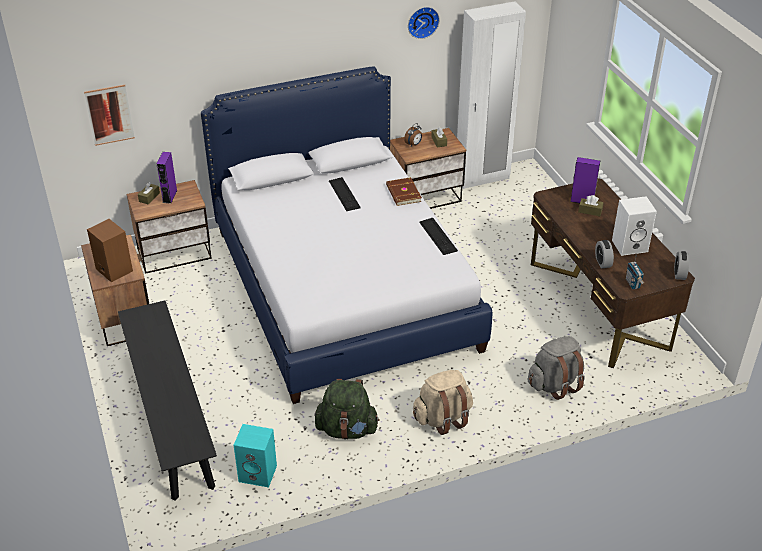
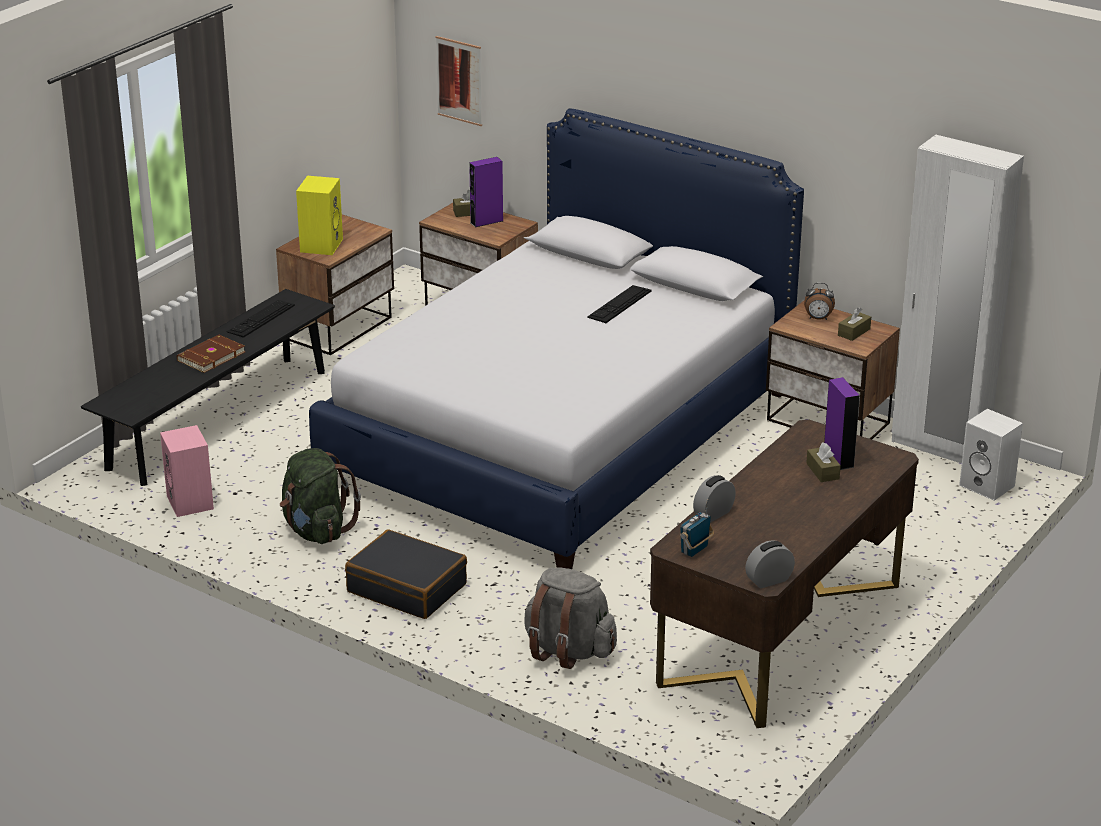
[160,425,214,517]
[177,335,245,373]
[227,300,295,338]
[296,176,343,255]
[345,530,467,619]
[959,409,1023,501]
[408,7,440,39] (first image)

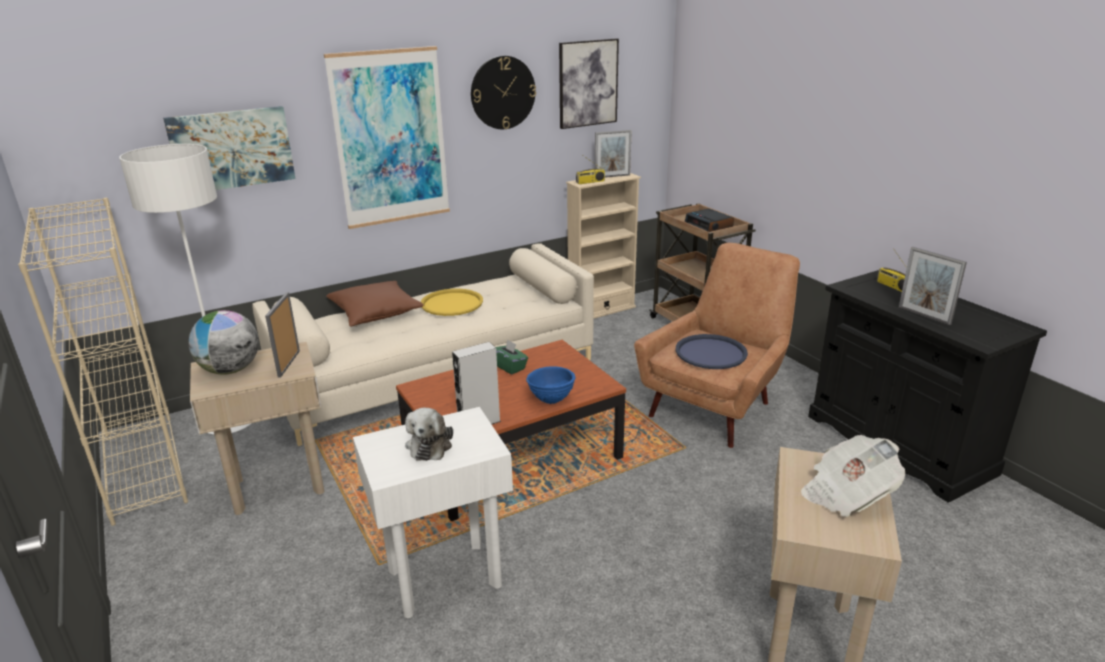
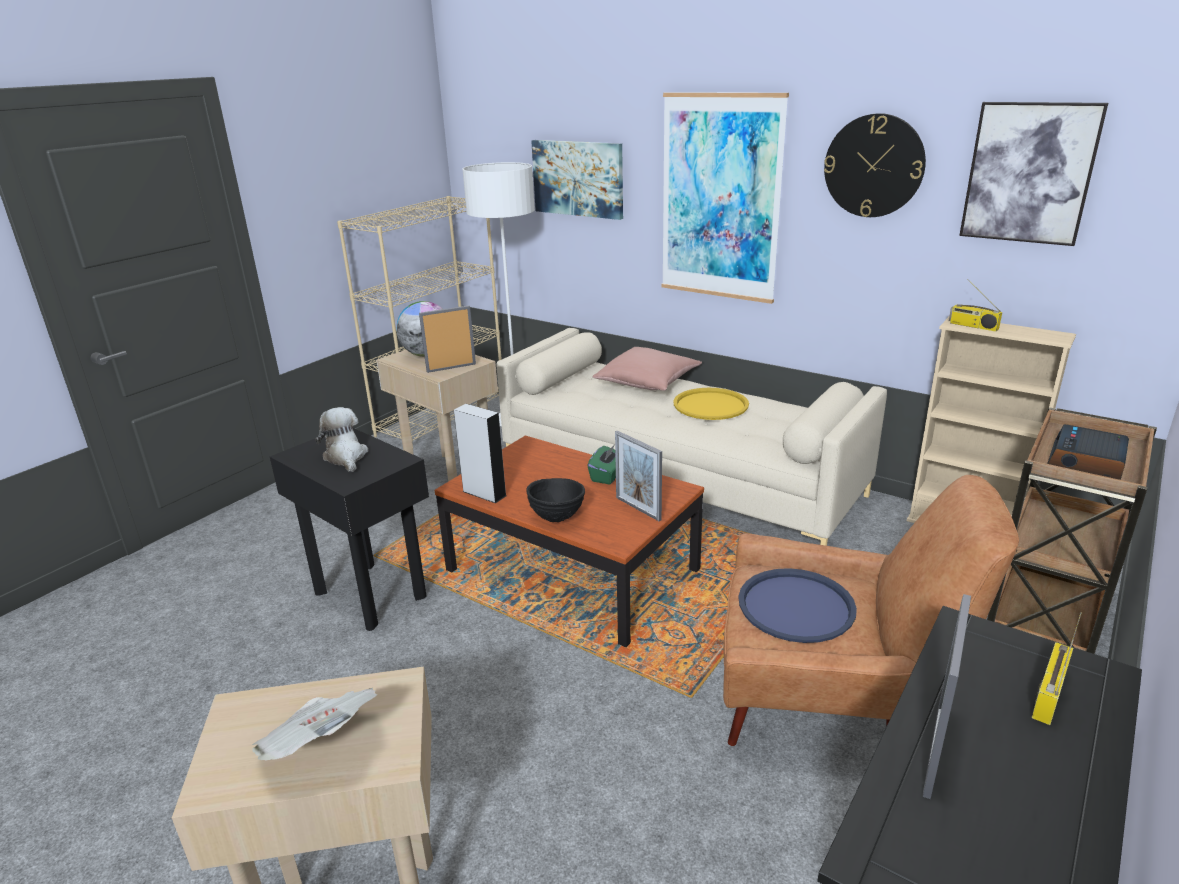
[270,428,429,631]
[315,407,368,472]
[526,478,585,522]
[592,347,702,391]
[615,431,662,521]

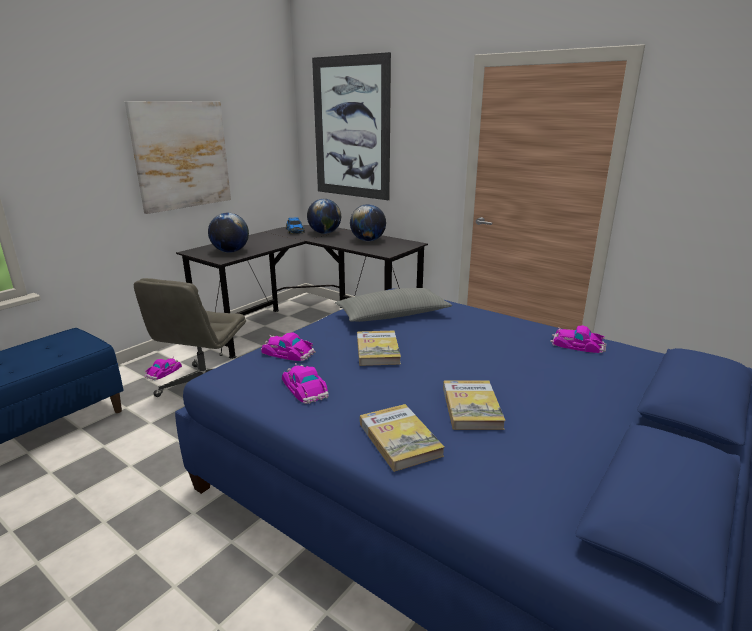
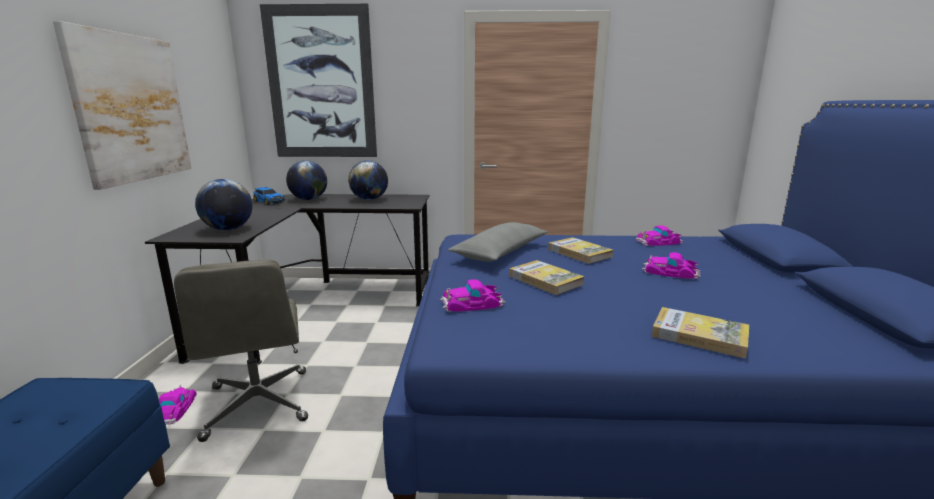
[548,237,613,264]
[642,252,701,279]

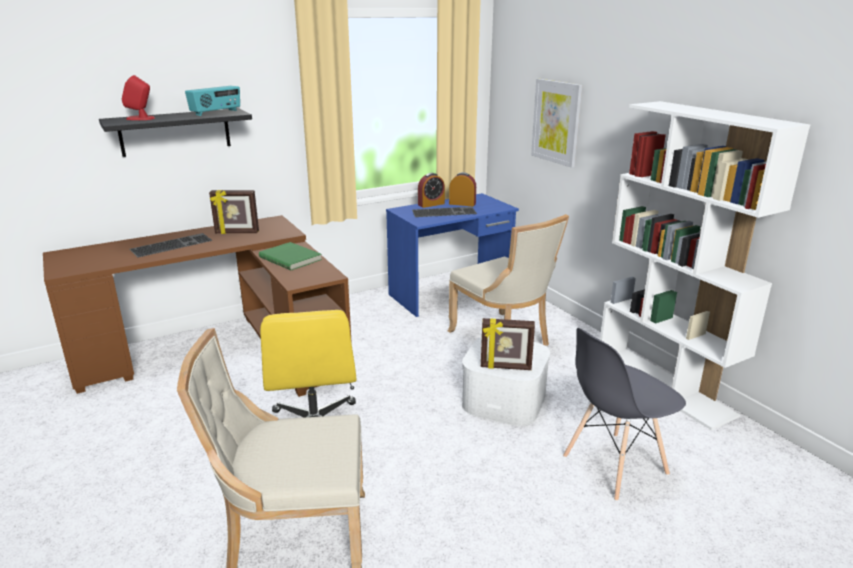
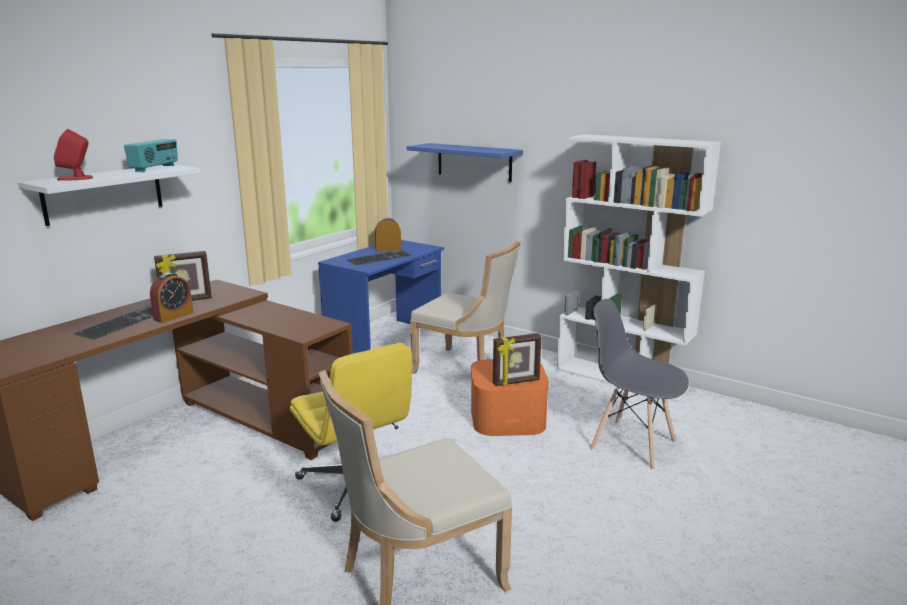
[18,165,201,226]
[150,273,193,323]
[407,143,523,182]
[471,359,549,436]
[590,299,689,470]
[259,242,322,270] (first image)

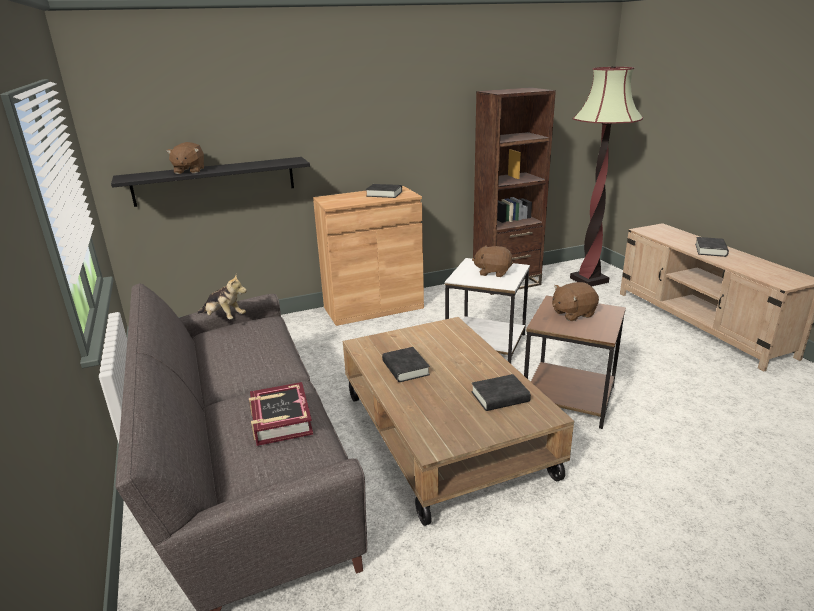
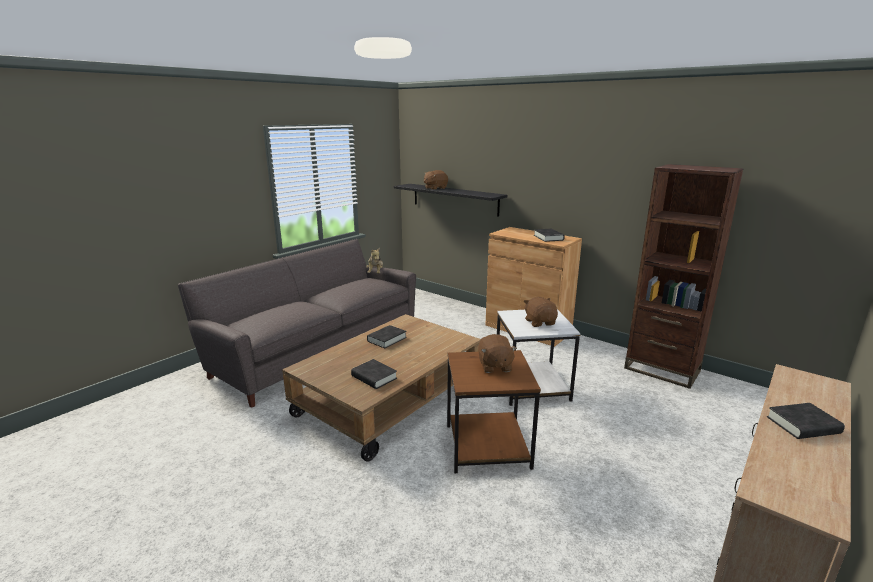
[478,334,517,373]
[249,382,313,446] (first image)
[570,67,643,287] (first image)

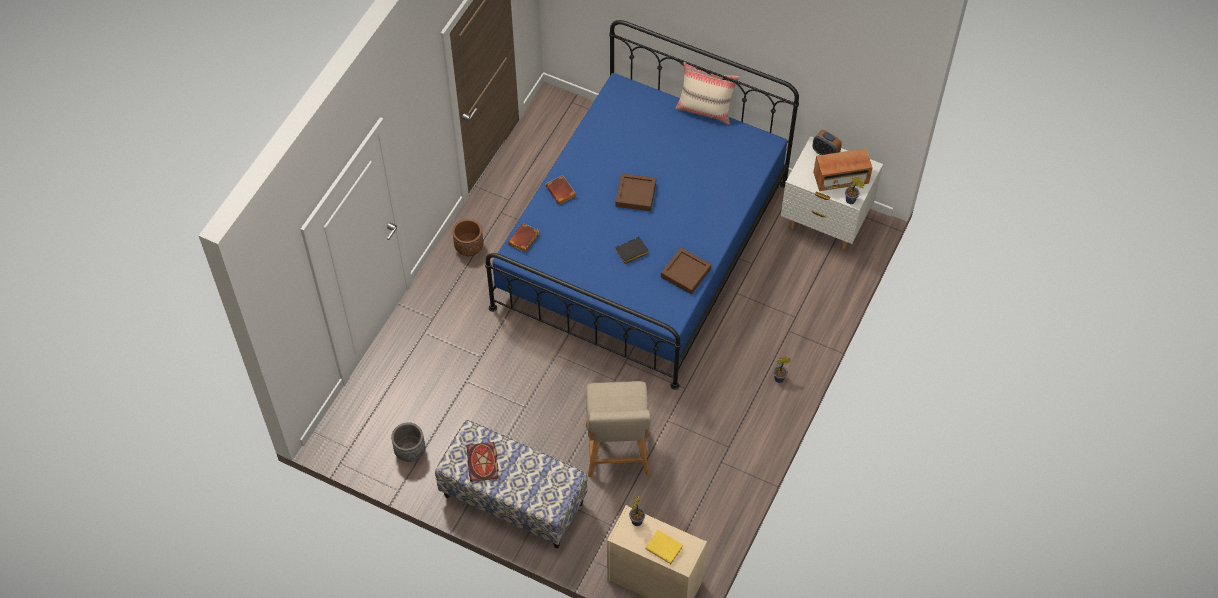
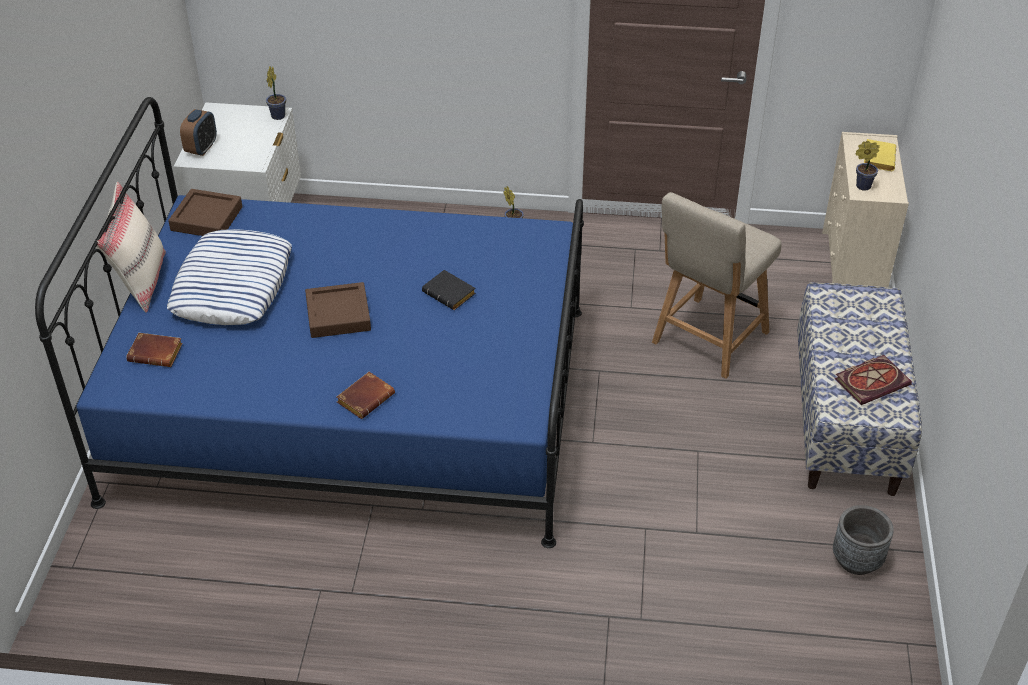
[126,333,183,367]
[167,229,292,325]
[168,189,243,236]
[652,192,782,379]
[453,219,483,256] (first image)
[813,148,873,191] (first image)

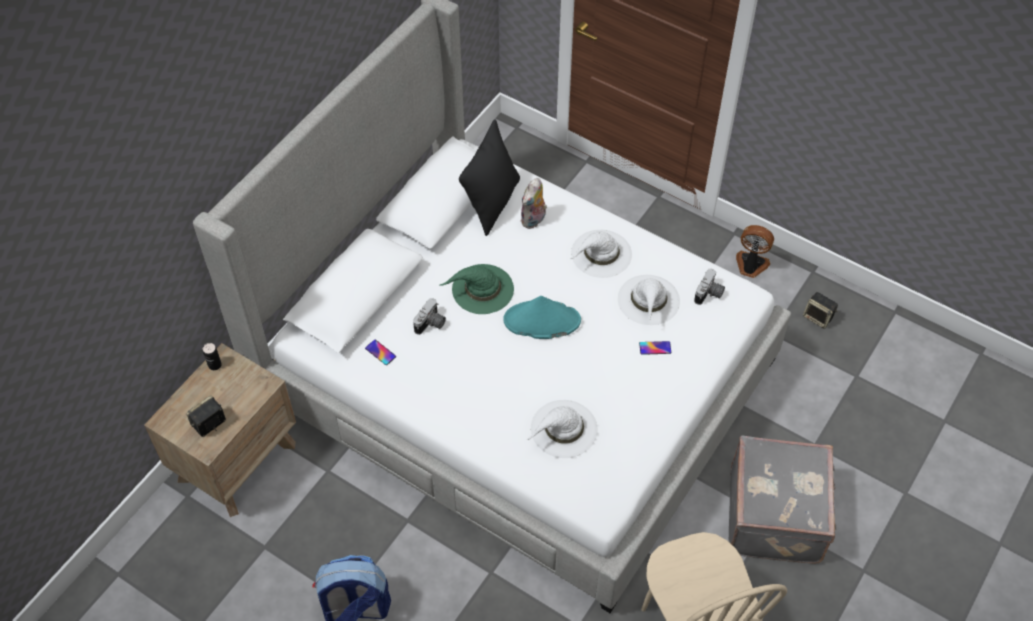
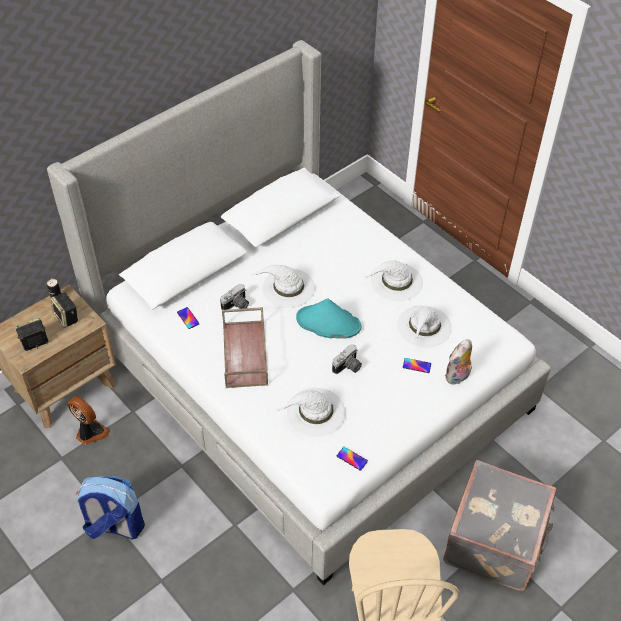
[51,292,78,328]
[67,396,110,445]
[222,307,268,388]
[250,265,315,308]
[332,344,362,374]
[337,447,368,471]
[445,339,472,385]
[459,119,520,236] (first image)

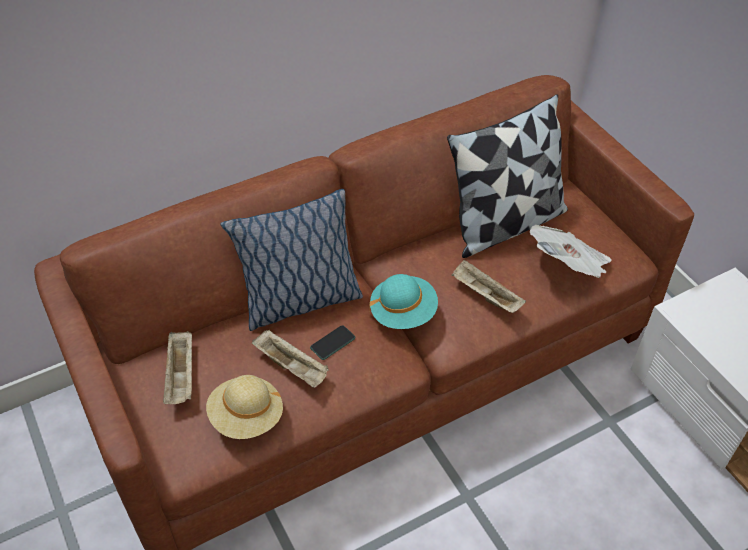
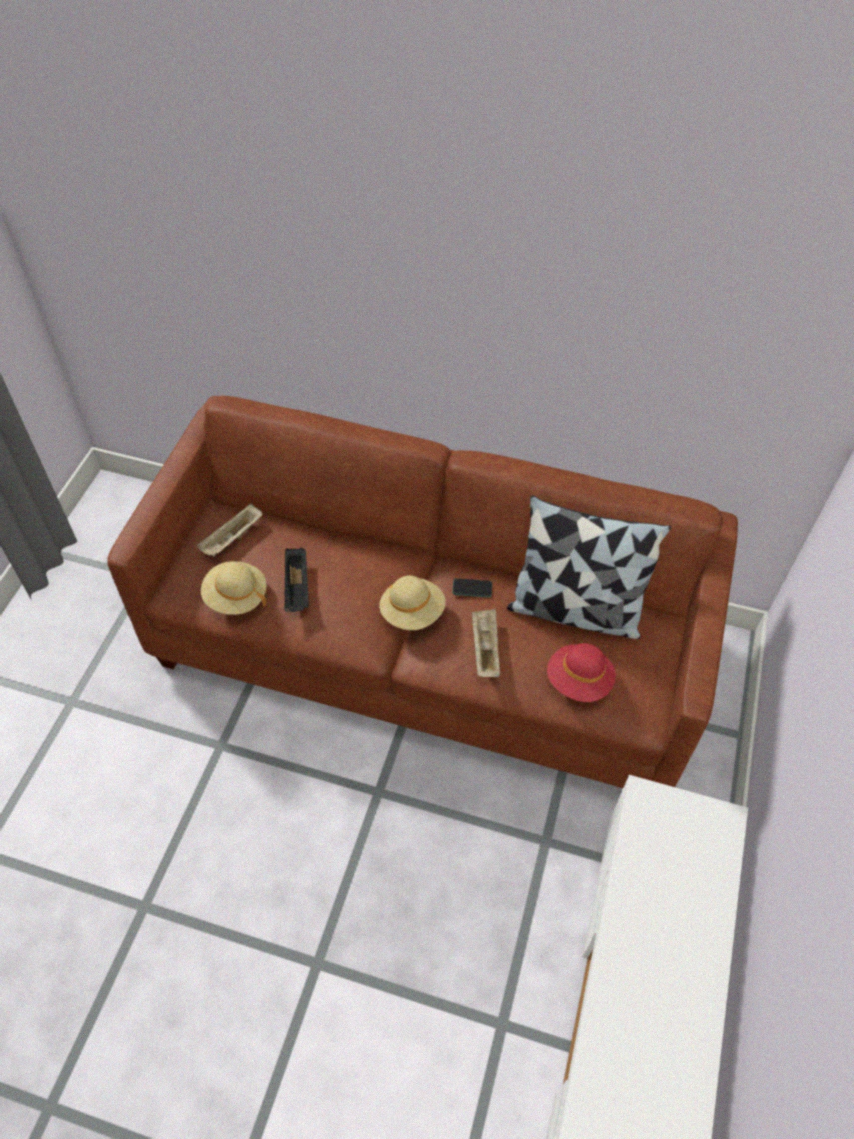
[284,548,309,612]
[379,575,445,630]
[452,578,492,598]
[547,643,616,702]
[220,189,363,331] (first image)

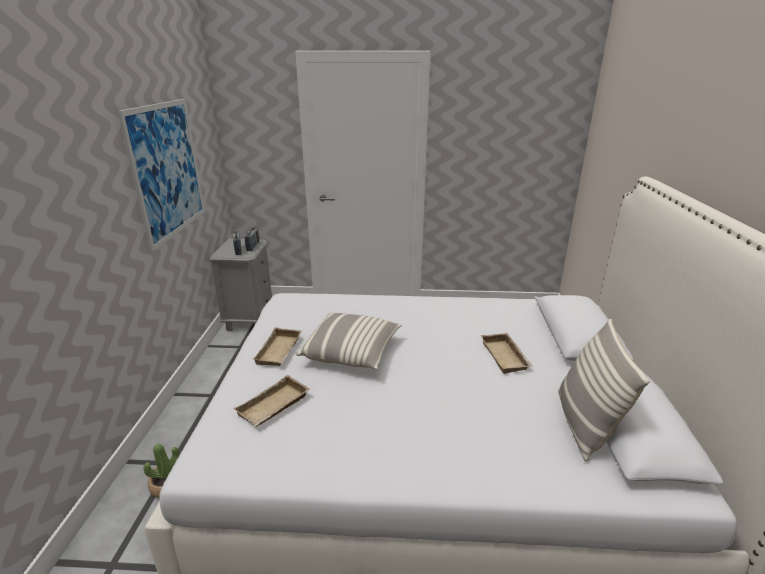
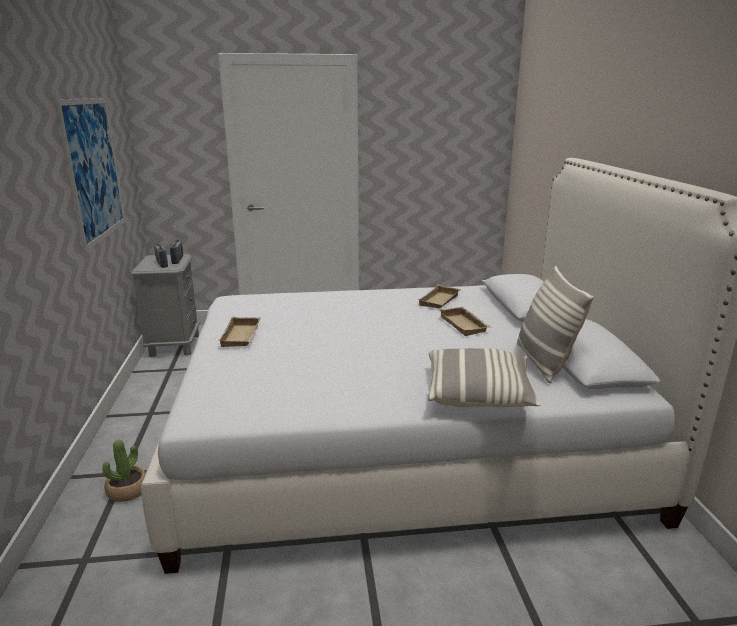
[418,285,461,308]
[428,348,540,407]

